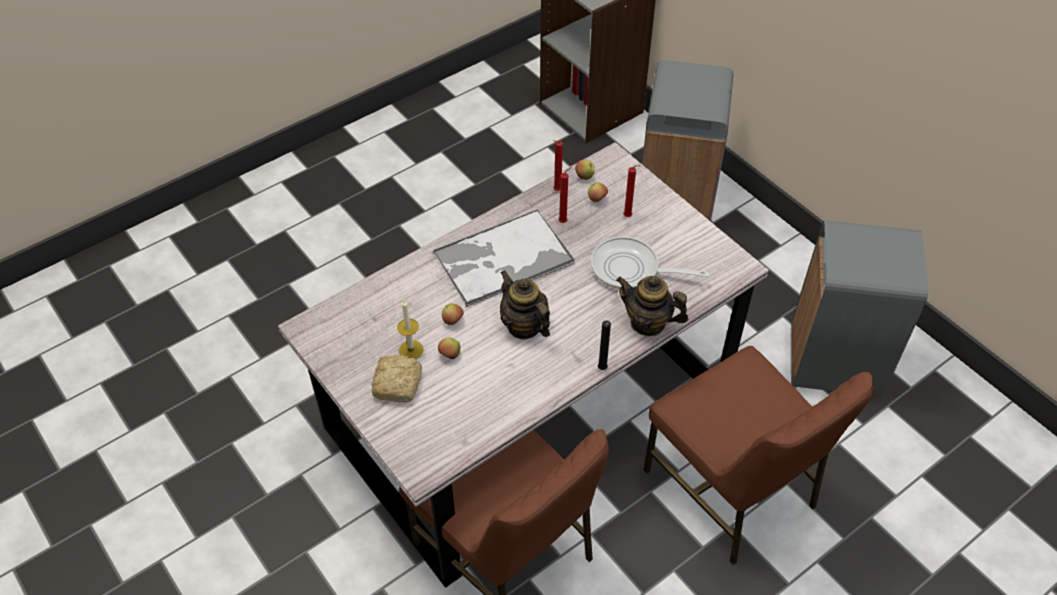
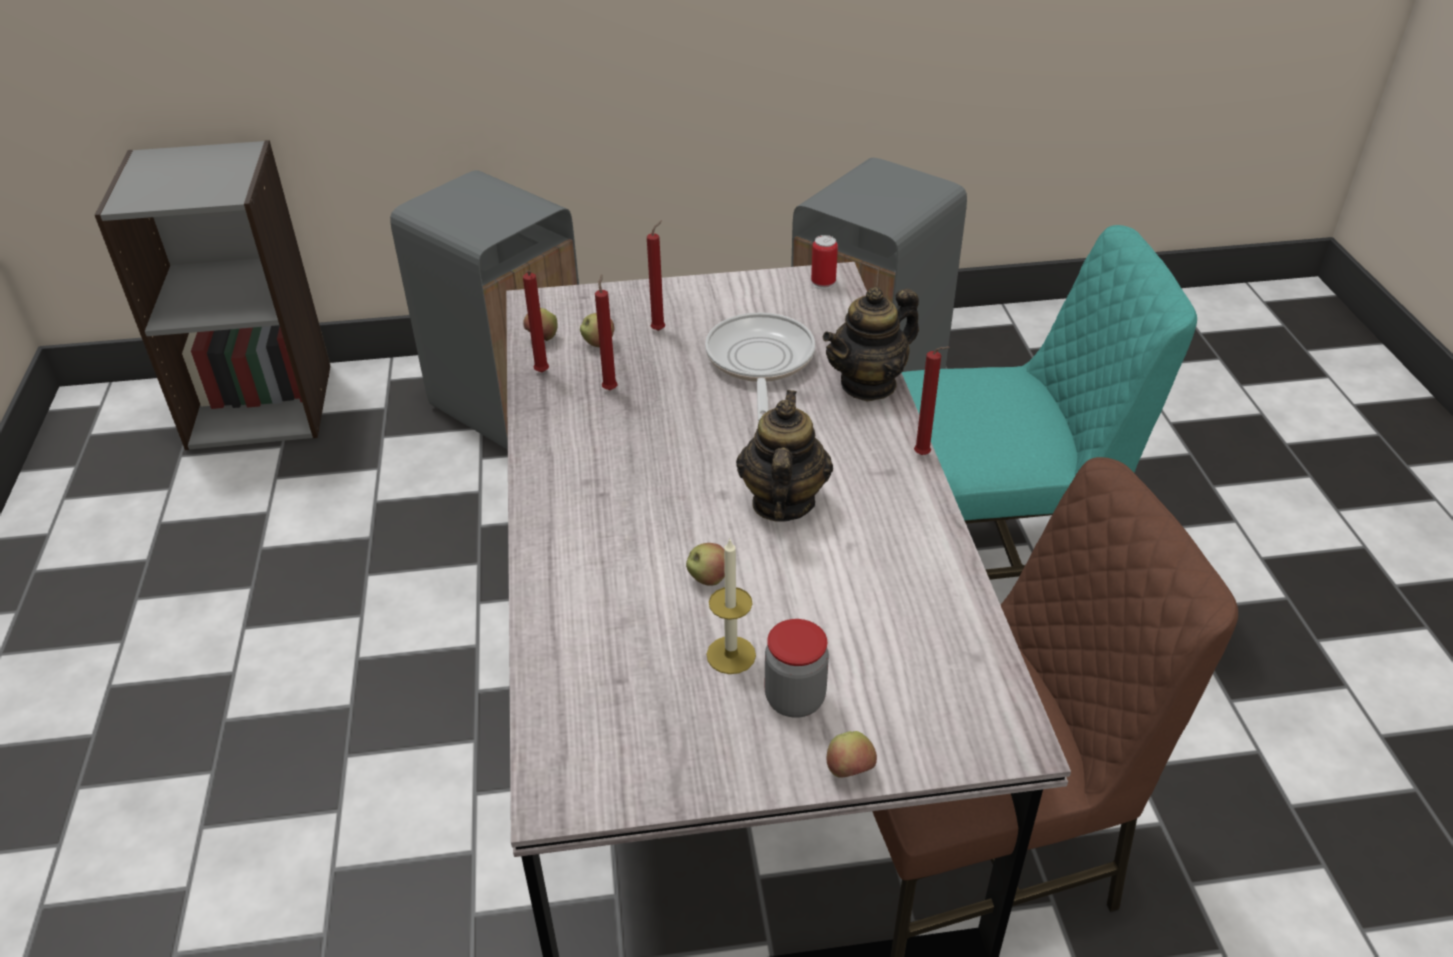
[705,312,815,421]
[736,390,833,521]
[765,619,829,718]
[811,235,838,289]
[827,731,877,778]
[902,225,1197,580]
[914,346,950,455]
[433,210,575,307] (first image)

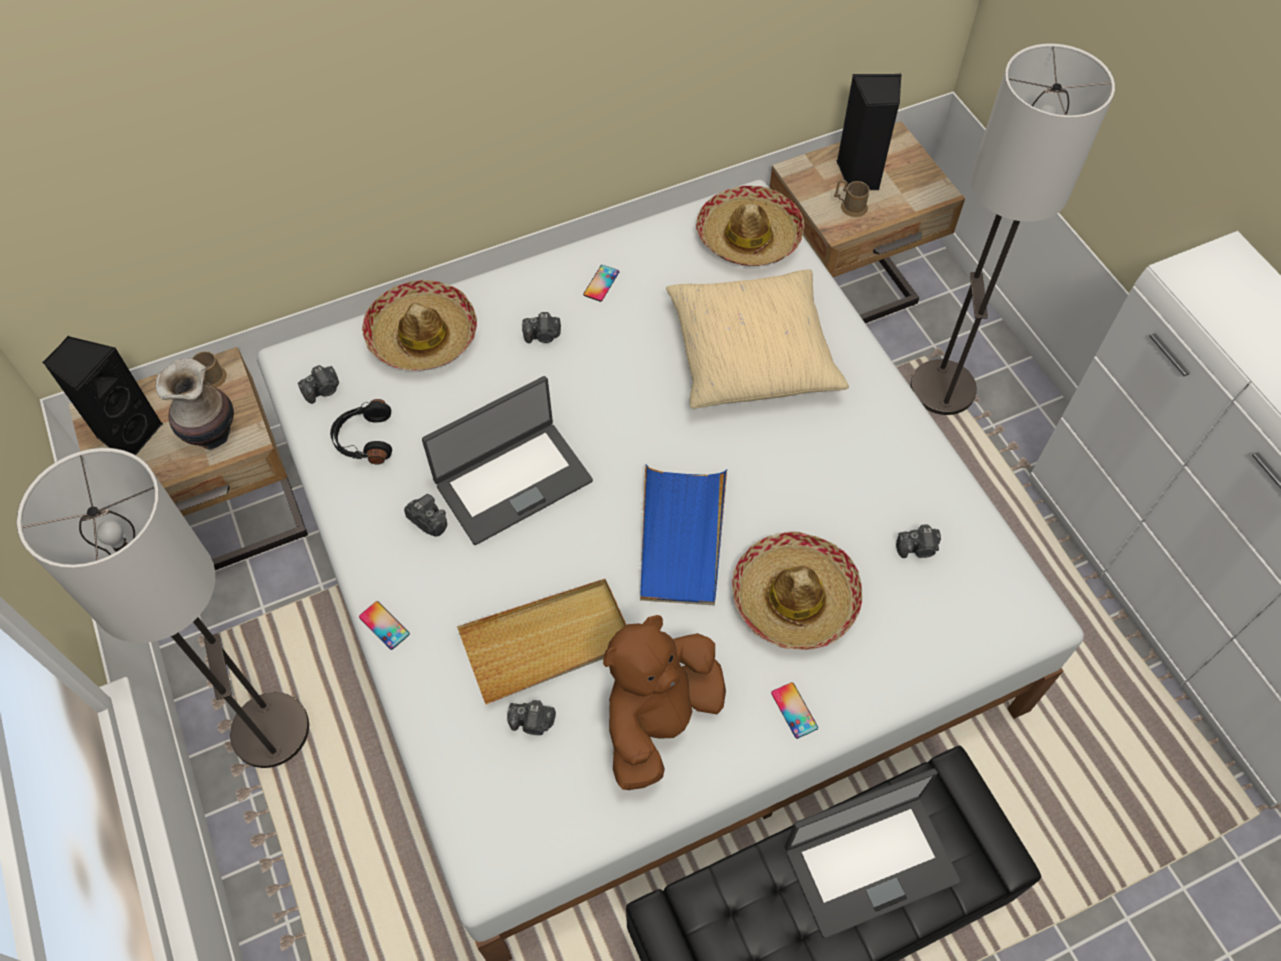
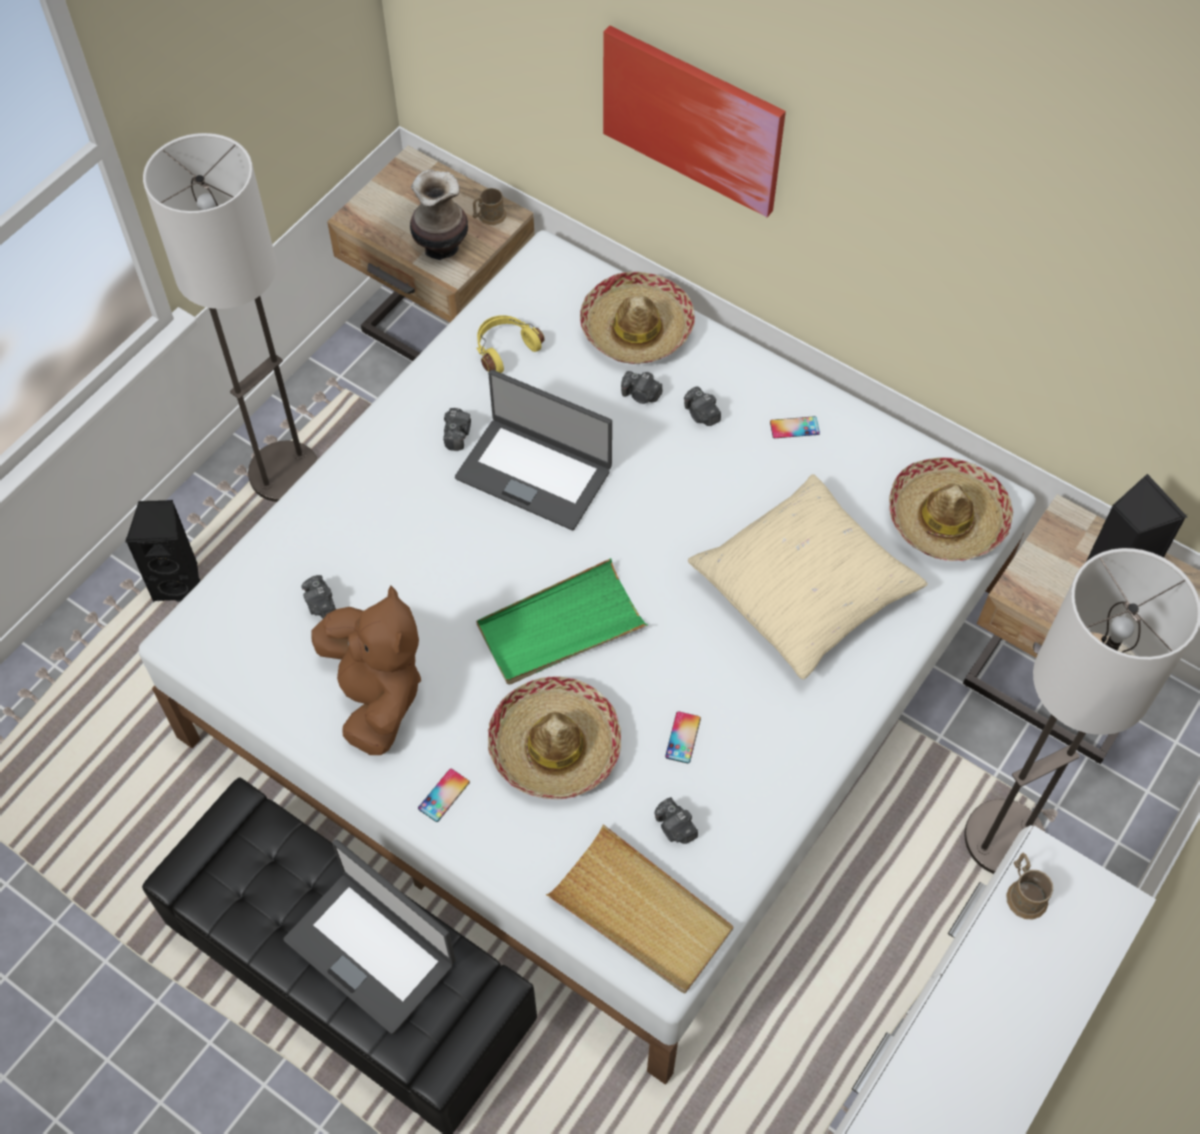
[125,500,200,602]
[312,585,421,755]
[476,315,545,373]
[476,558,649,685]
[546,824,734,993]
[603,26,786,217]
[621,371,662,404]
[665,711,701,763]
[1006,852,1053,919]

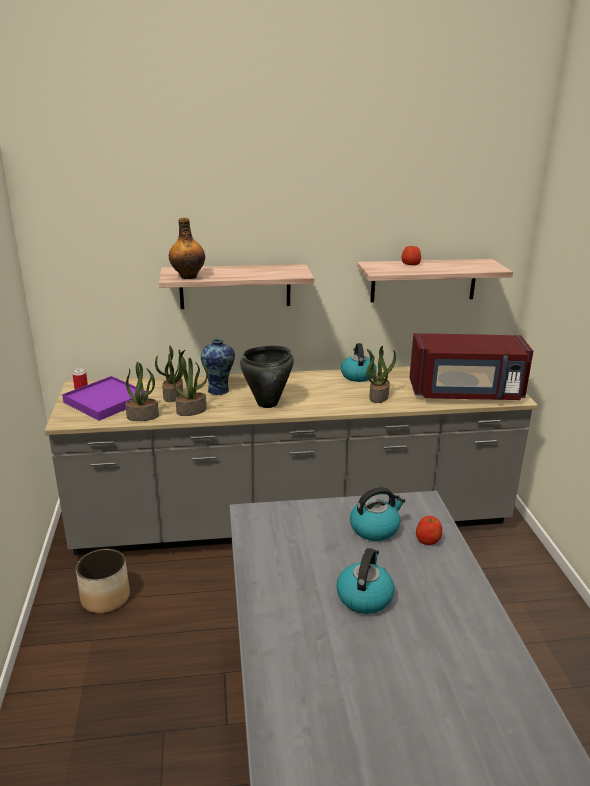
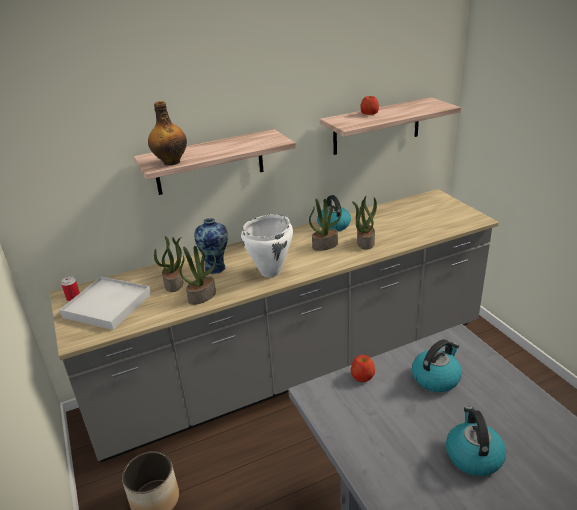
[60,277,151,330]
[241,214,293,277]
[309,198,341,251]
[351,355,375,382]
[410,333,533,400] (first image)

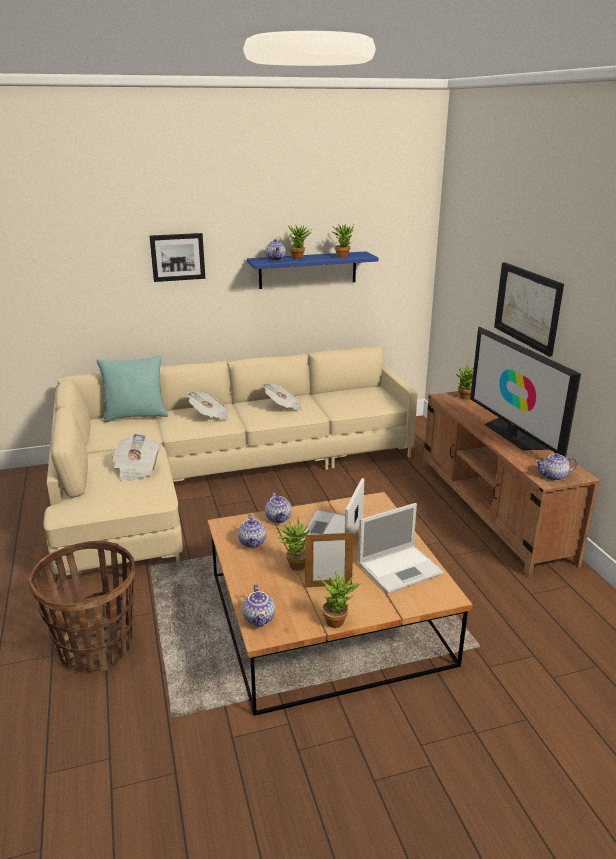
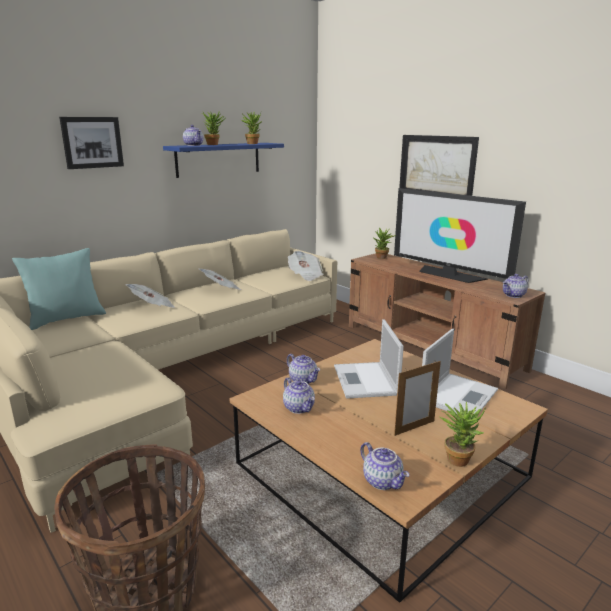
[288,251,324,281]
[276,516,310,571] (first image)

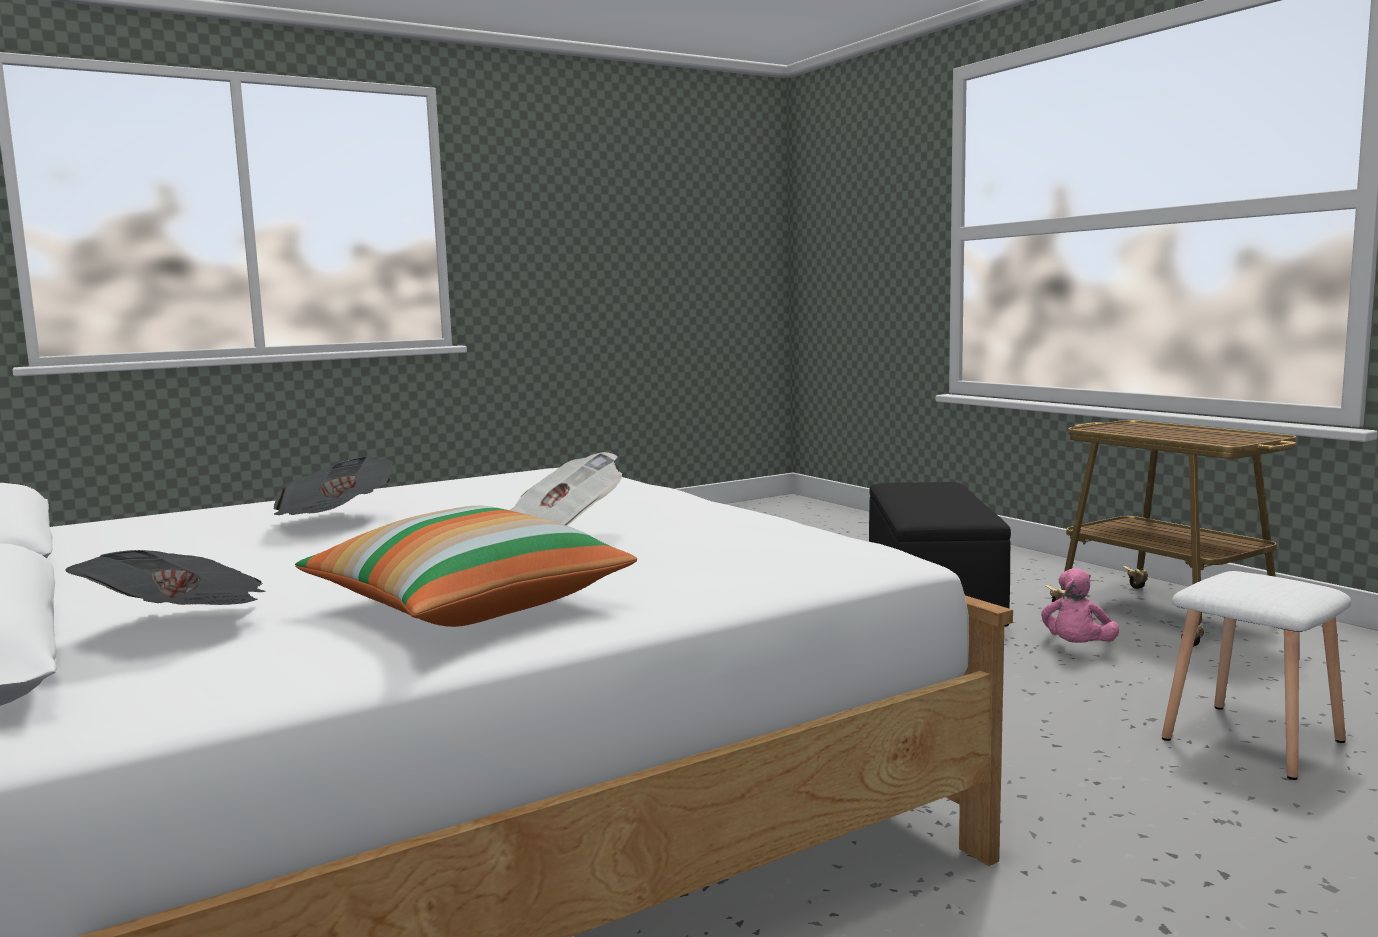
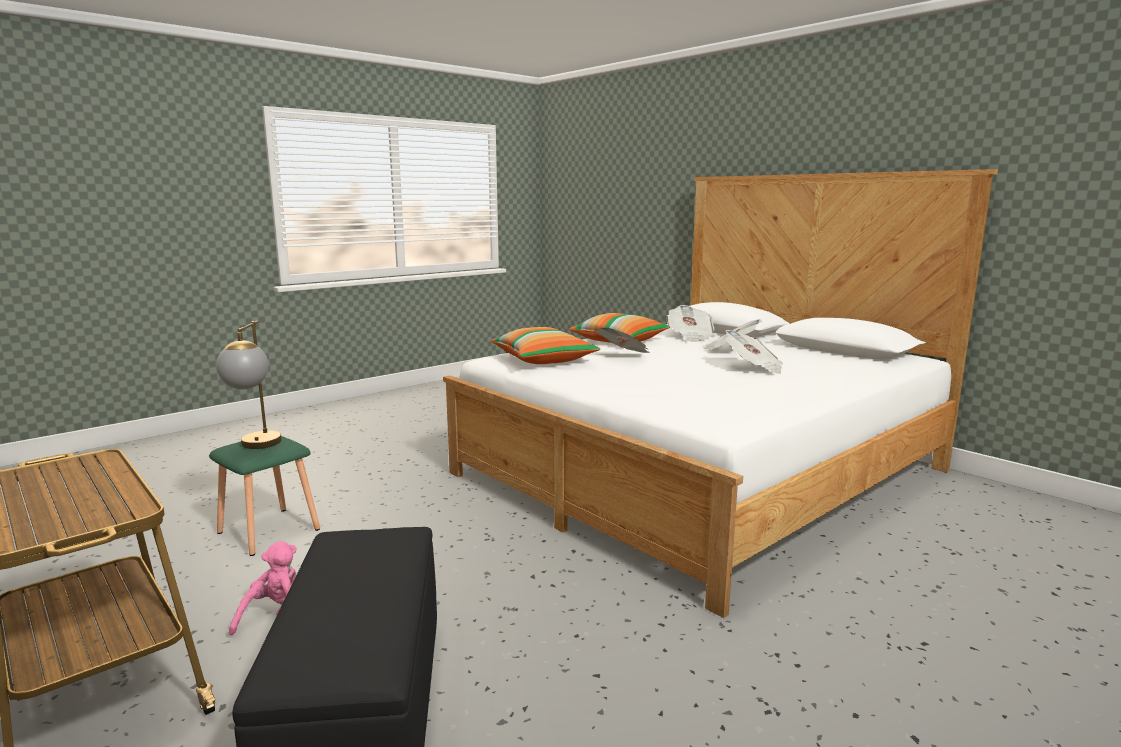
[209,436,320,556]
[216,321,282,449]
[491,327,600,364]
[702,319,762,350]

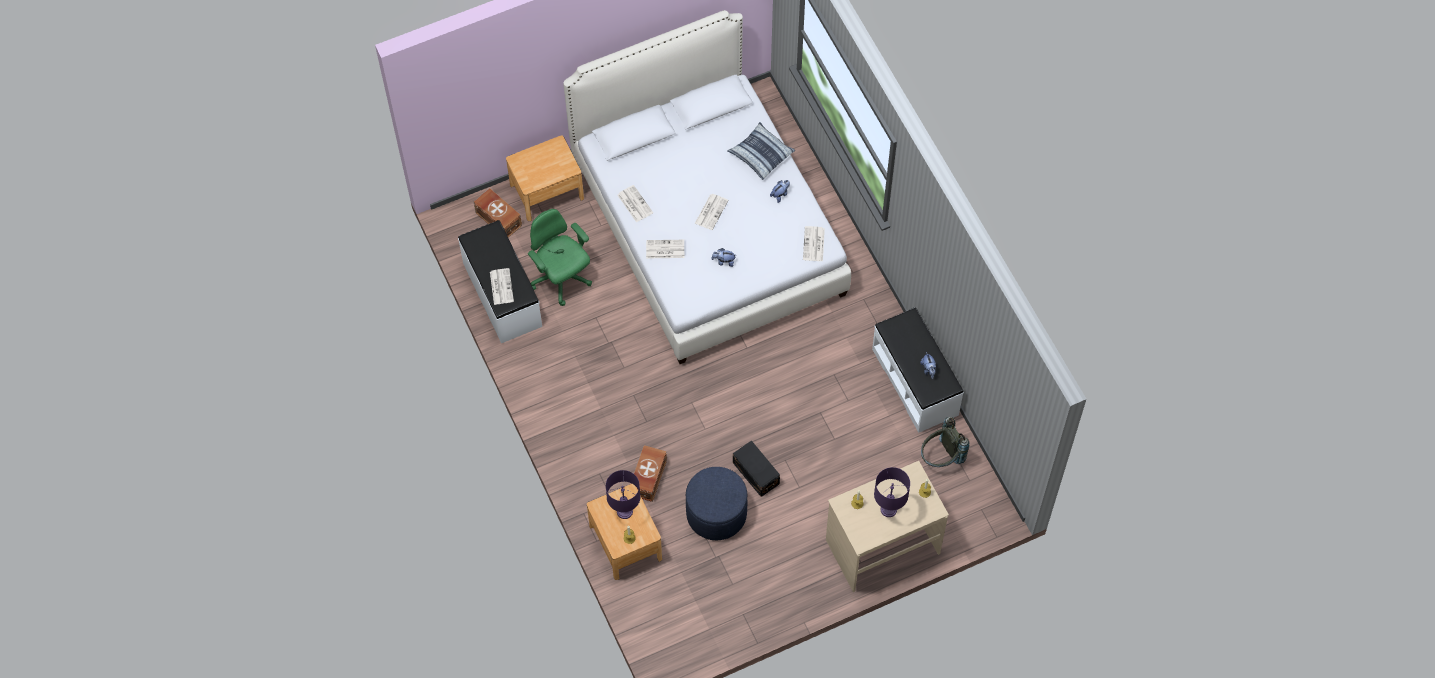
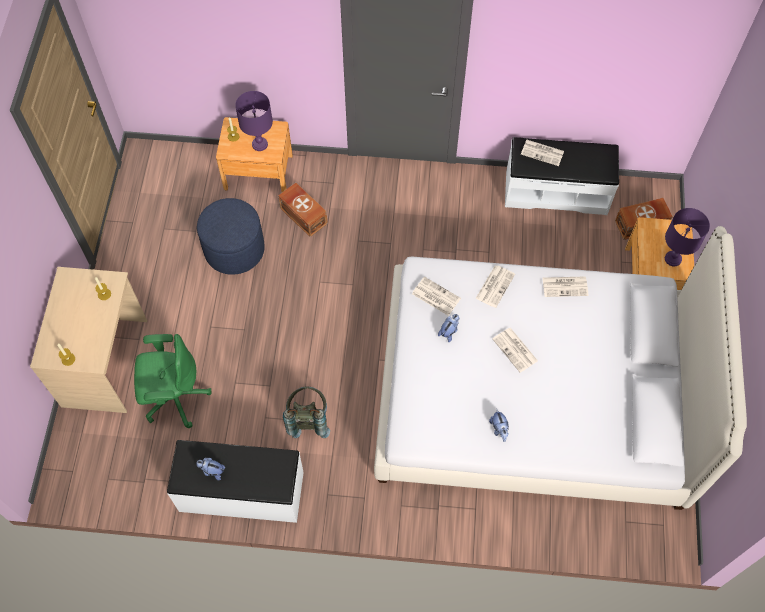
[134,334,212,428]
[283,386,330,438]
[412,277,461,316]
[665,208,710,267]
[728,122,795,180] (first image)
[733,440,780,497] (first image)

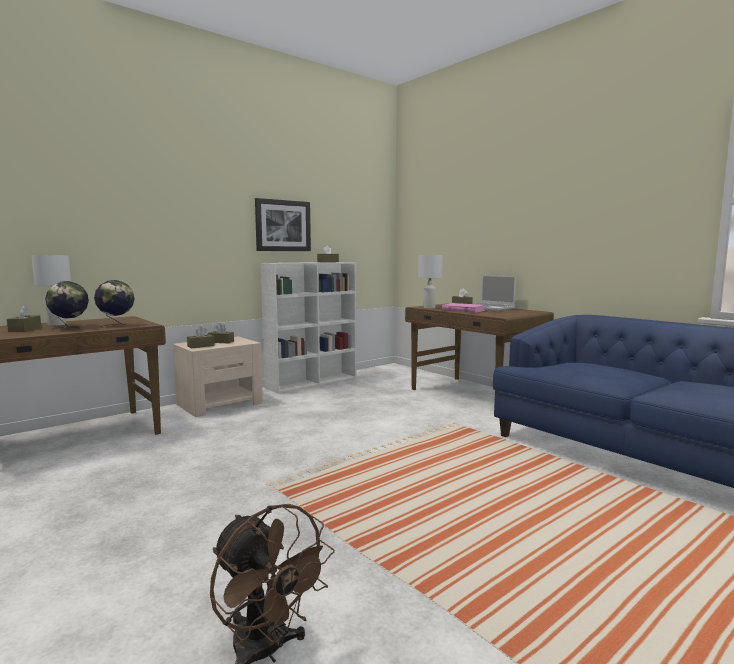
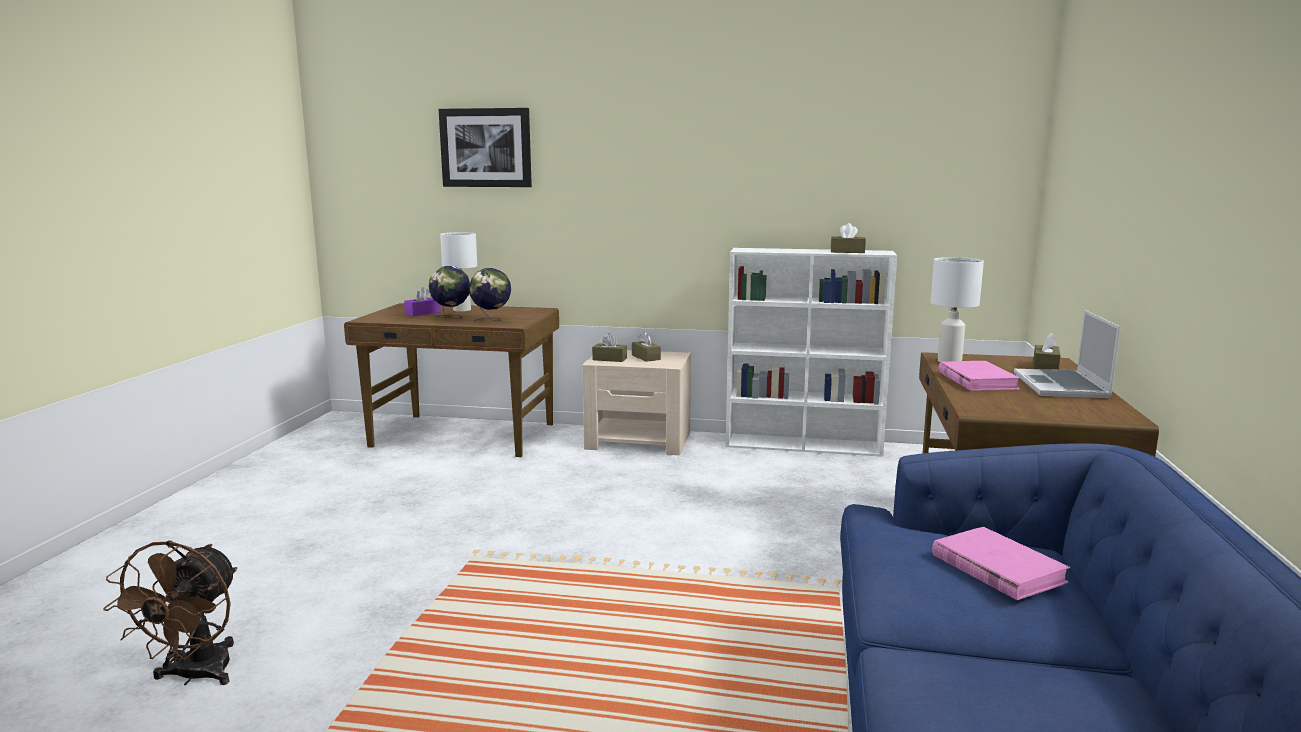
[404,287,441,316]
[439,108,532,187]
[932,527,1070,600]

